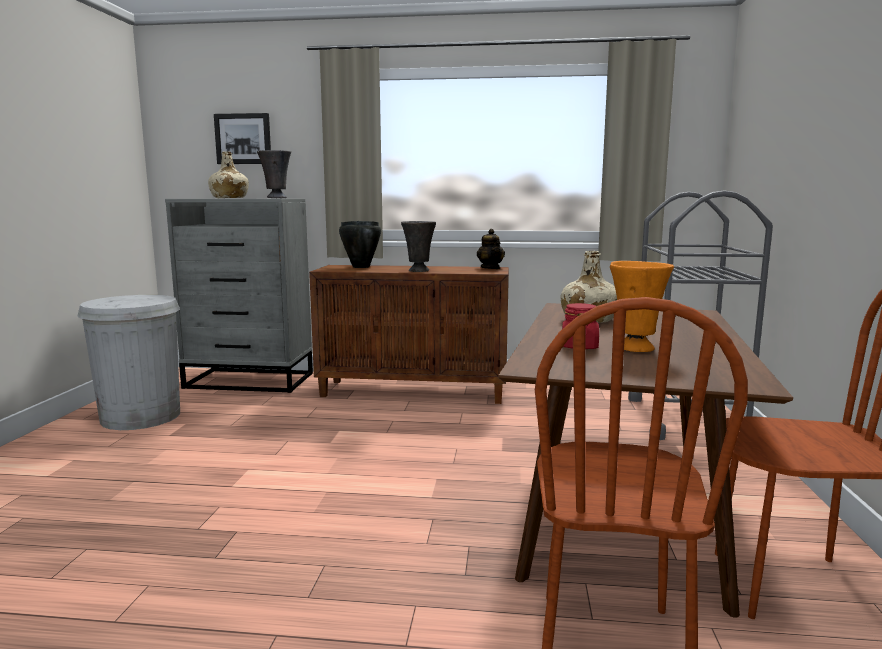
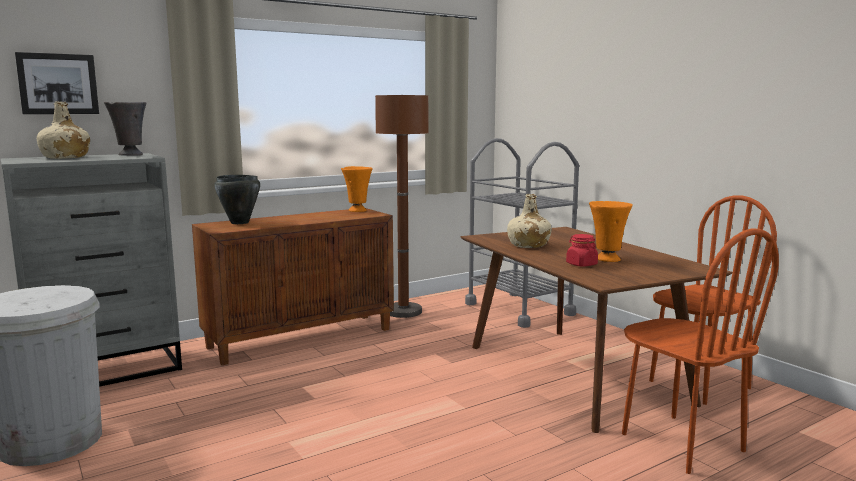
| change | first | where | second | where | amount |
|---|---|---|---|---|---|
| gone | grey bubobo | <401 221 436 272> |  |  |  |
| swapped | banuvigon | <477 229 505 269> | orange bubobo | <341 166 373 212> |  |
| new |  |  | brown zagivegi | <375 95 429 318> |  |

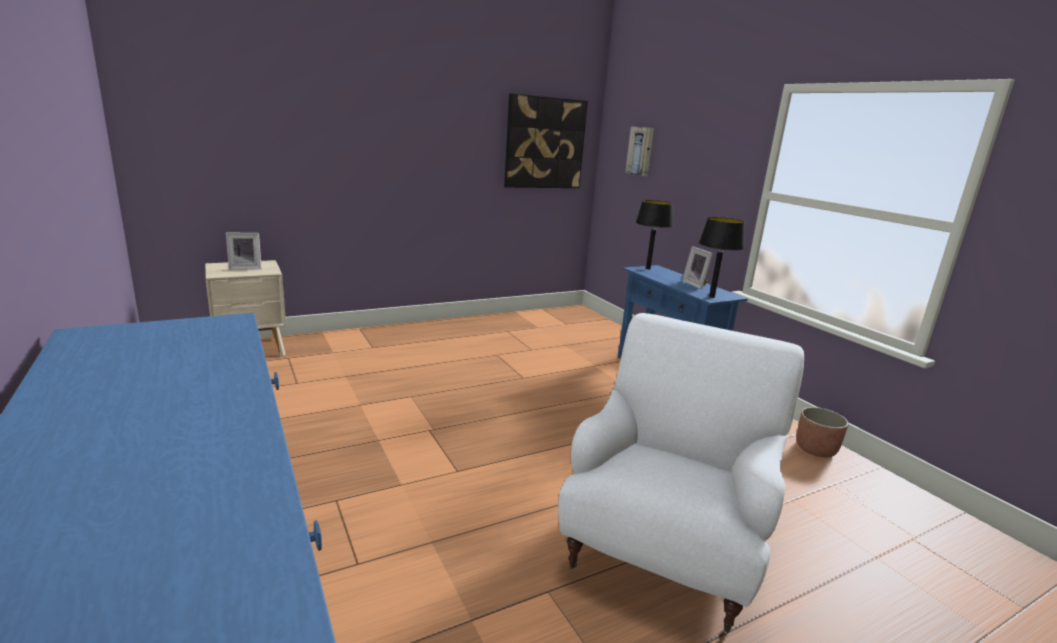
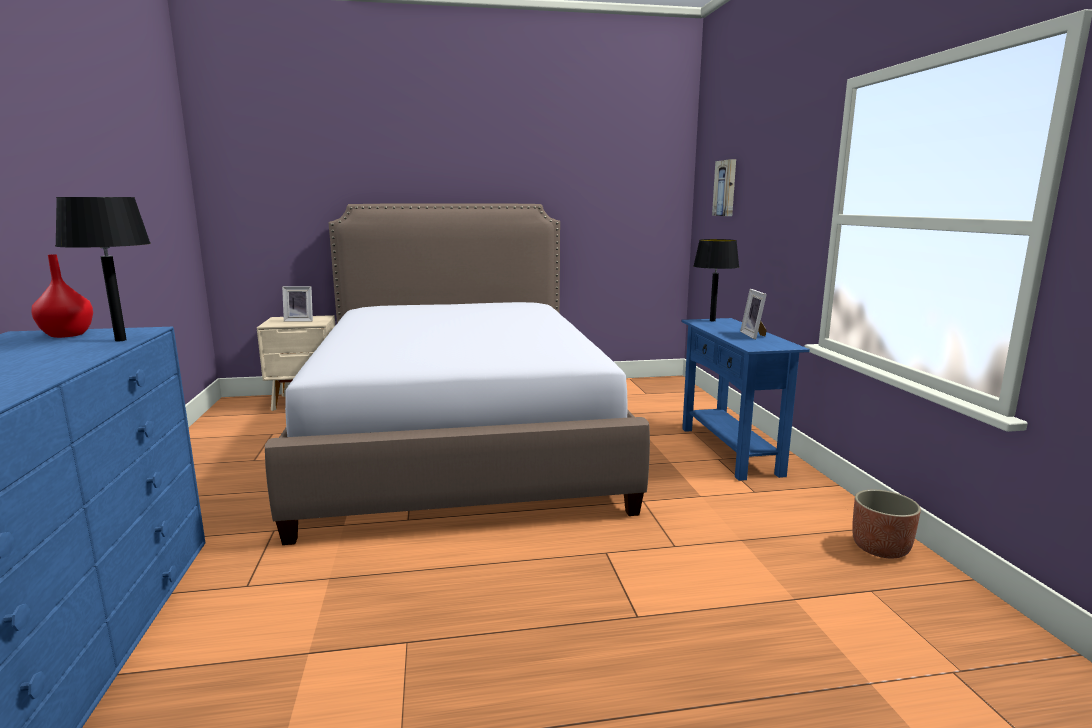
| change | first | where | second | where | amount |
|---|---|---|---|---|---|
| gone | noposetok | <504 94 588 188> |  |  |  |
| gone | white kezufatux | <558 313 804 633> |  |  |  |
| shifted | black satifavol | <699 217 745 298> |  | <55 197 151 341> |  |
| new |  |  | red bubobo | <31 254 93 338> |  |
| new |  |  | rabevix | <265 204 650 545> |  |

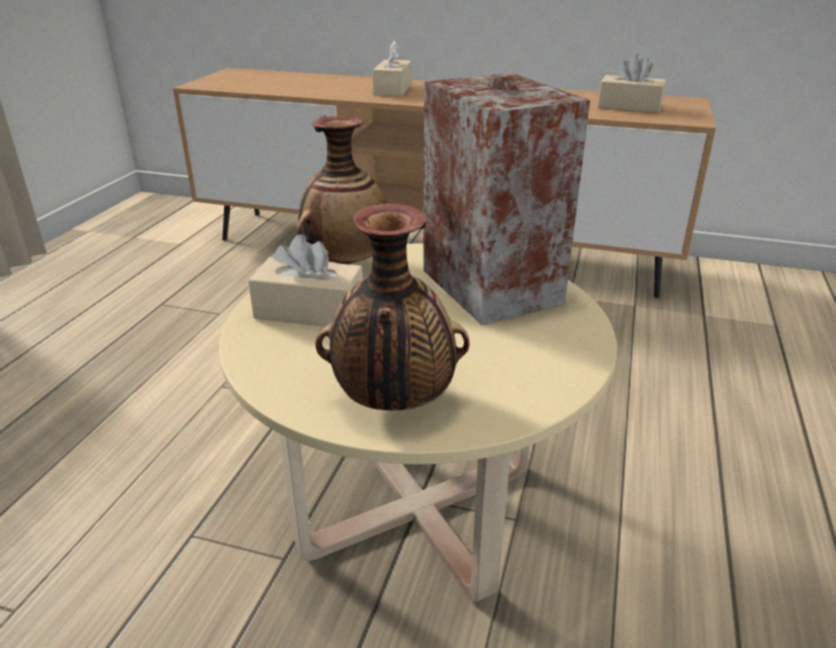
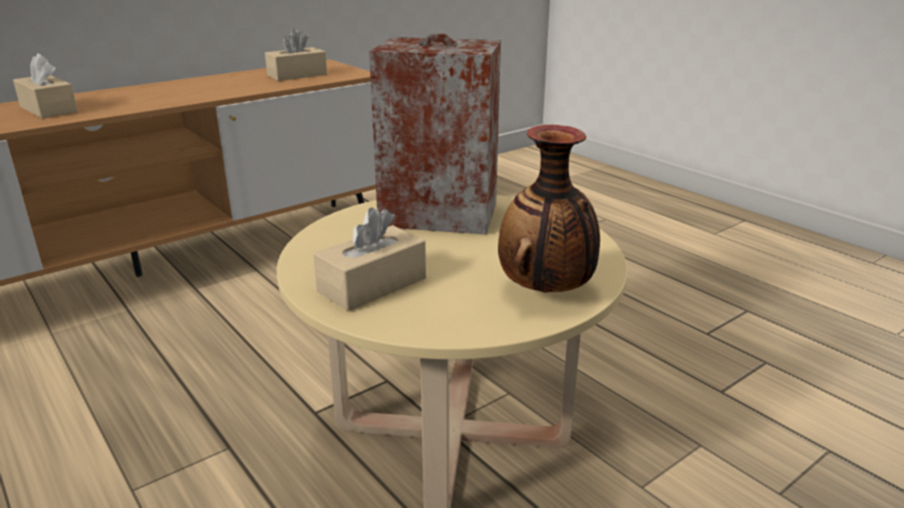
| change | first | where | second | where | amount |
|---|---|---|---|---|---|
| gone | bubobo | <296 116 387 265> |  |  |  |

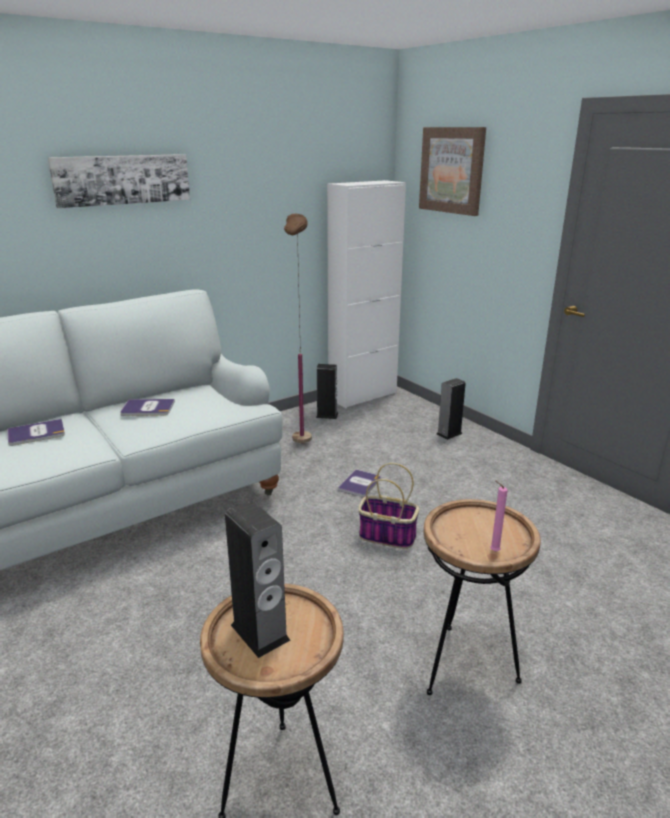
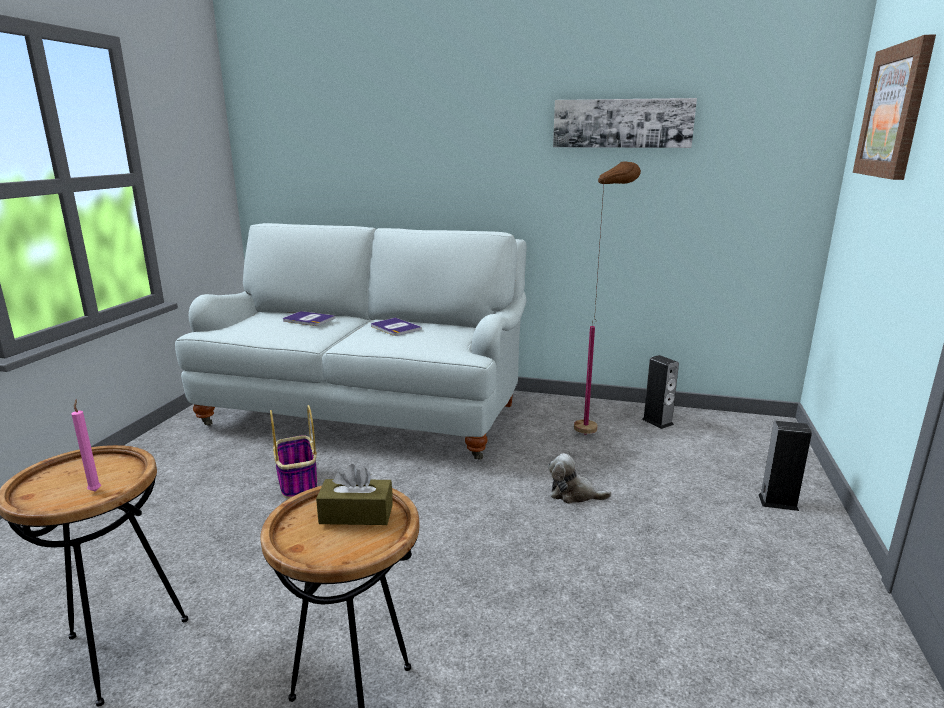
| change | first | where | second | where | amount |
|---|---|---|---|---|---|
| shifted | noposetok | <48 154 190 208> |  | <553 98 697 148> |  |
| gone | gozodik | <225 501 290 658> |  |  |  |
| gone | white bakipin | <327 180 406 408> |  |  |  |
| swapped | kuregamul | <338 470 381 497> | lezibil | <548 453 612 504> |  |
| shifted | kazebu | <358 463 419 549> |  | <270 405 317 499> |  |
| shifted | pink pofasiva | <490 480 508 551> |  | <71 400 101 491> |  |
| new |  |  | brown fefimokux | <316 464 393 525> |  |

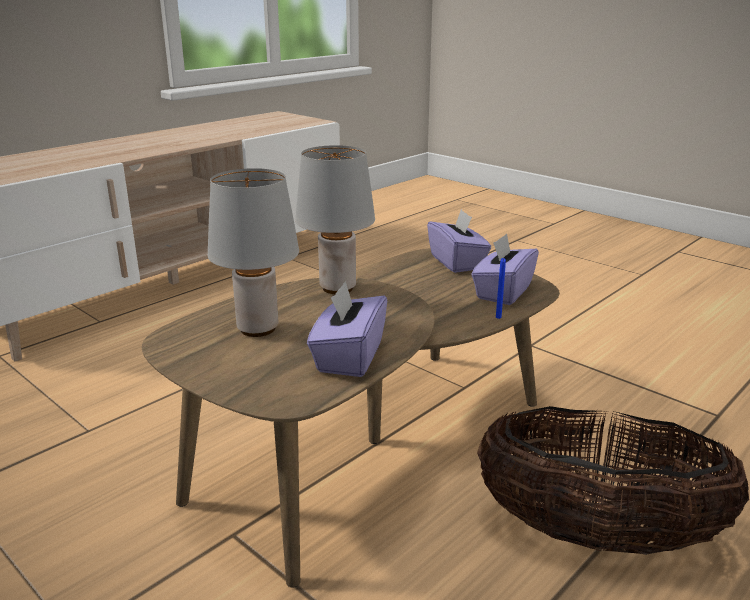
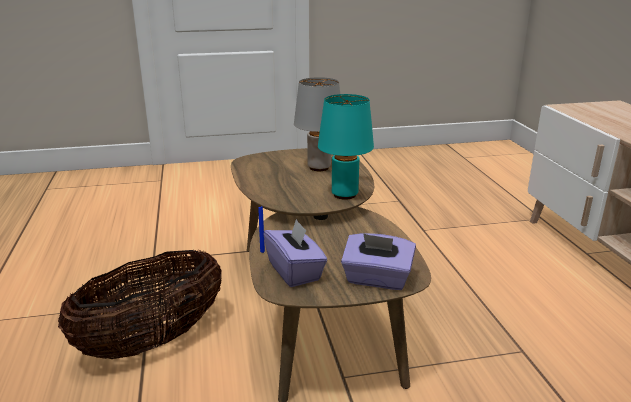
| change | first | where | second | where | amount |
|---|---|---|---|---|---|
| repainted | grey satifavol | <295 145 375 294> | turquoise satifavol | <318 94 374 200> |  |
| gone | purple fefimokux | <307 281 387 377> |  |  |  |

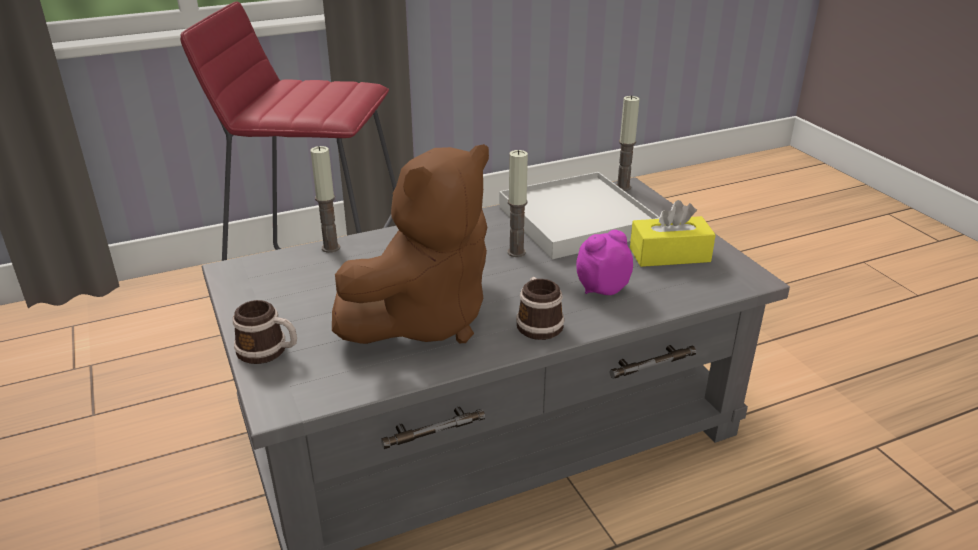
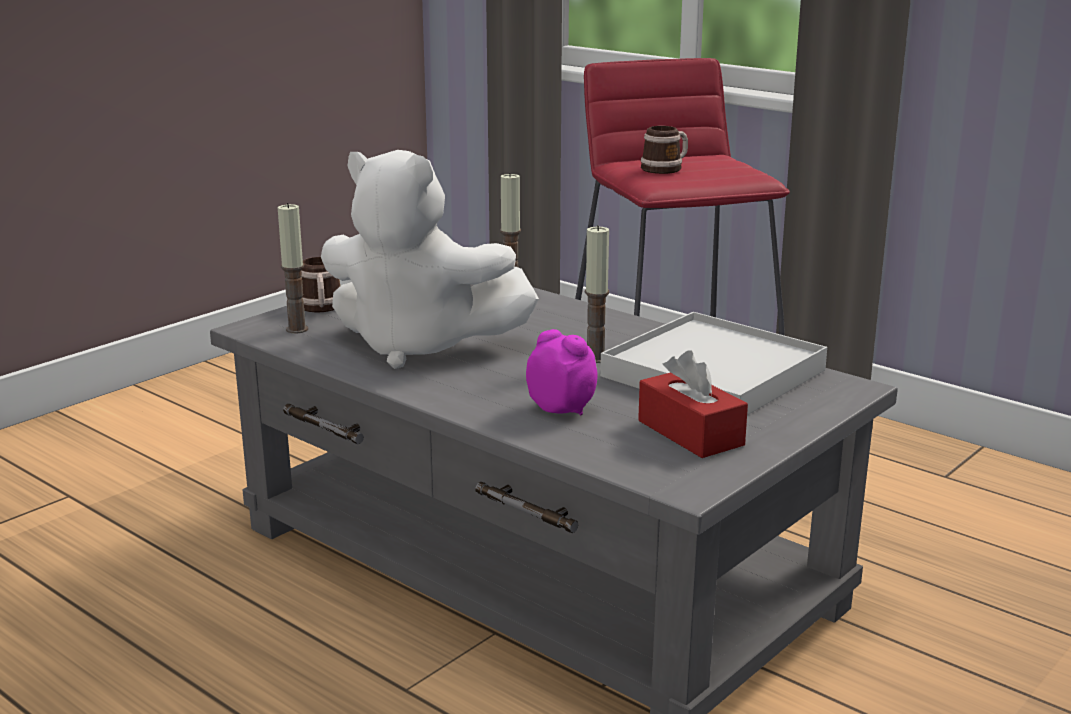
| change | first | where | second | where | amount |
|---|---|---|---|---|---|
| repainted | brown lezibil | <332 144 489 344> | white lezibil | <321 150 539 369> |  |
| shifted | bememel | <516 277 564 340> |  | <641 126 688 174> |  |
| shifted | pofasiva | <616 95 640 191> |  | <278 203 308 334> |  |
| repainted | yellow fefimokux | <630 200 716 267> | red fefimokux | <638 350 748 458> |  |

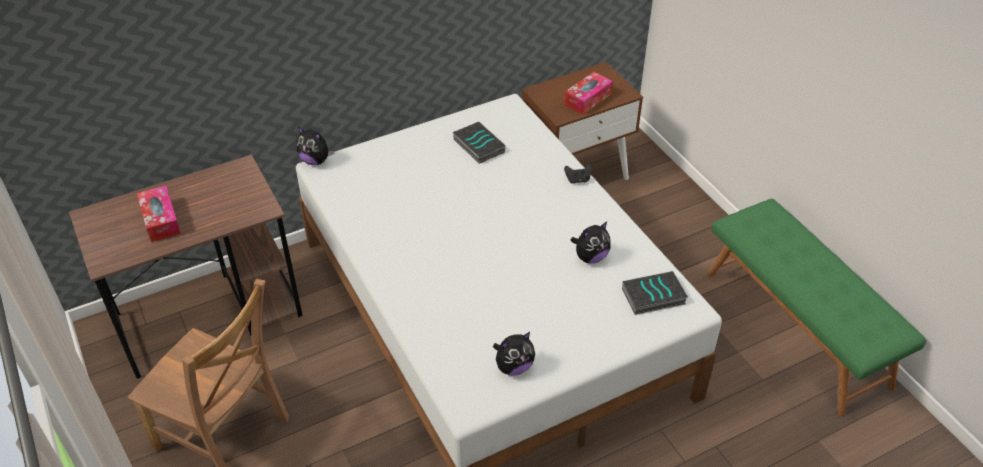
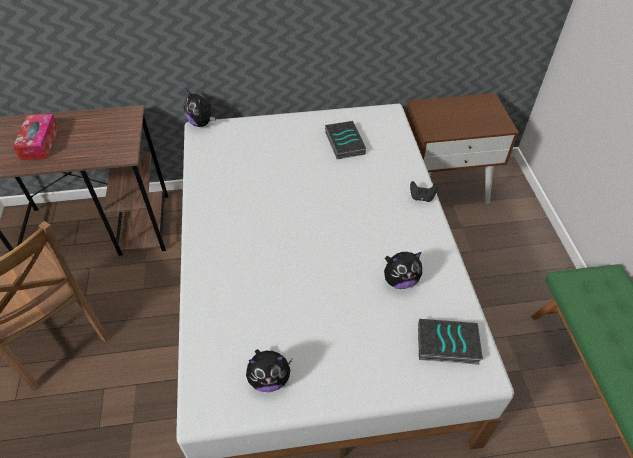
| change | first | where | second | where | amount |
|---|---|---|---|---|---|
| gone | fefimokux | <564 72 613 115> |  |  |  |

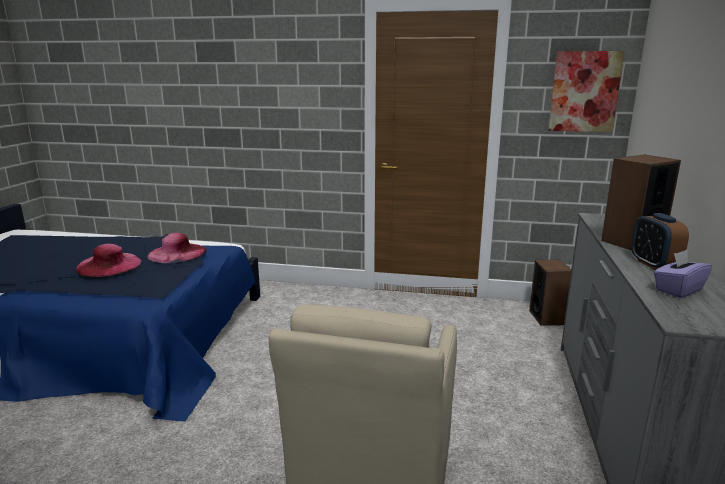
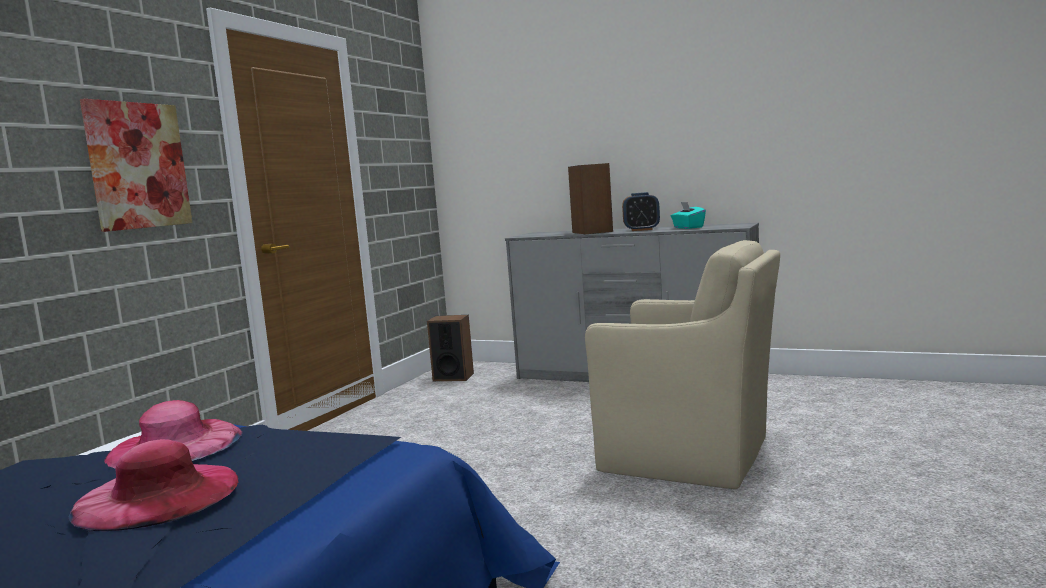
| change | first | where | second | where | amount |
|---|---|---|---|---|---|
| shifted | noposetok | <548 51 625 132> |  | <80 99 192 232> |  |
| repainted | purple fefimokux | <654 250 712 298> | turquoise fefimokux | <671 202 706 229> |  |

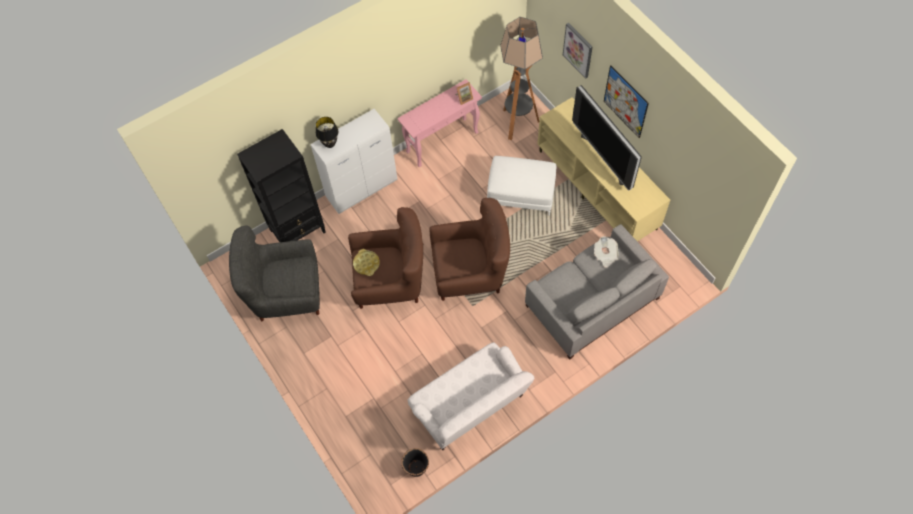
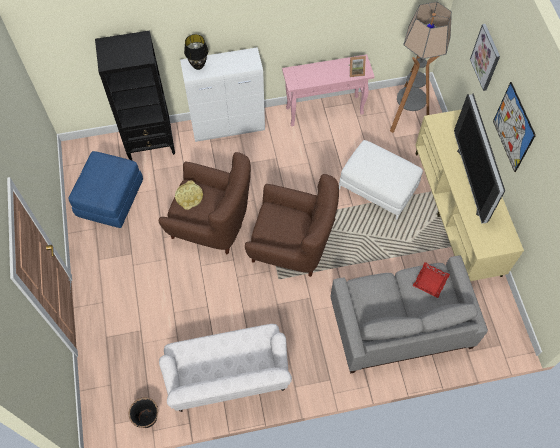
| change | first | where | second | where | amount |
|---|---|---|---|---|---|
| swapped | grey kezufatux | <229 225 320 321> | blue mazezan | <68 151 143 228> |  |
| swapped | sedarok | <594 236 619 268> | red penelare | <413 262 450 298> |  |

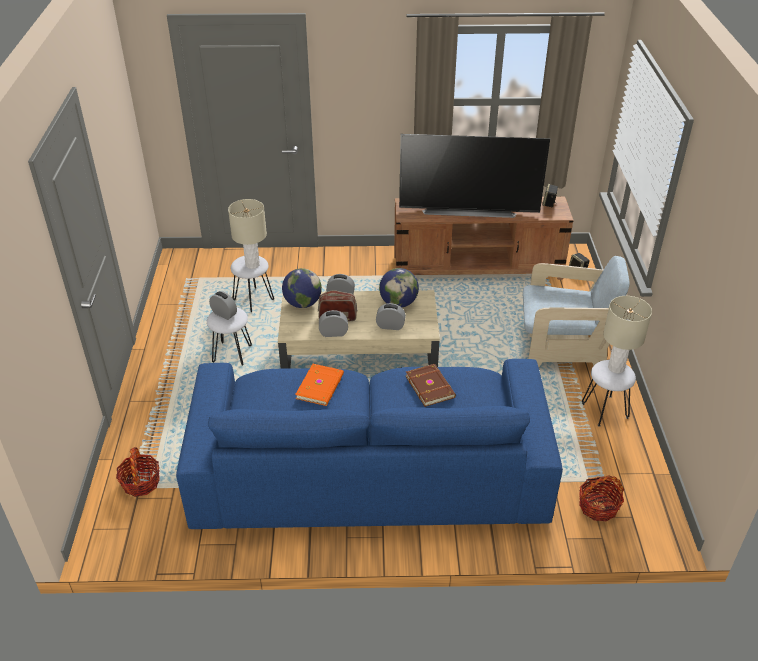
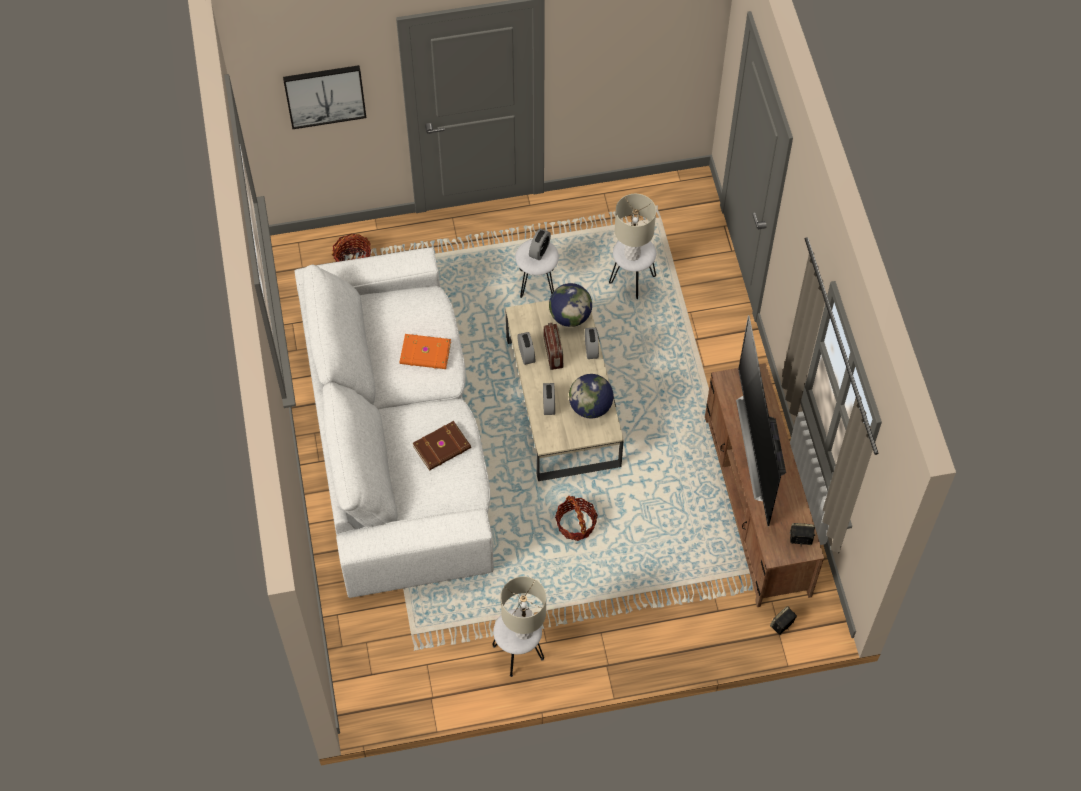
| change | first | where | second | where | amount |
|---|---|---|---|---|---|
| repainted | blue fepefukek | <176 359 563 529> | white fepefukek | <295 247 494 598> |  |
| gone | beige kezufatux | <523 256 630 367> |  |  |  |
| shifted | kazebu | <579 475 624 521> |  | <555 496 598 541> |  |
| new |  |  | noposetok | <283 65 366 129> |  |

